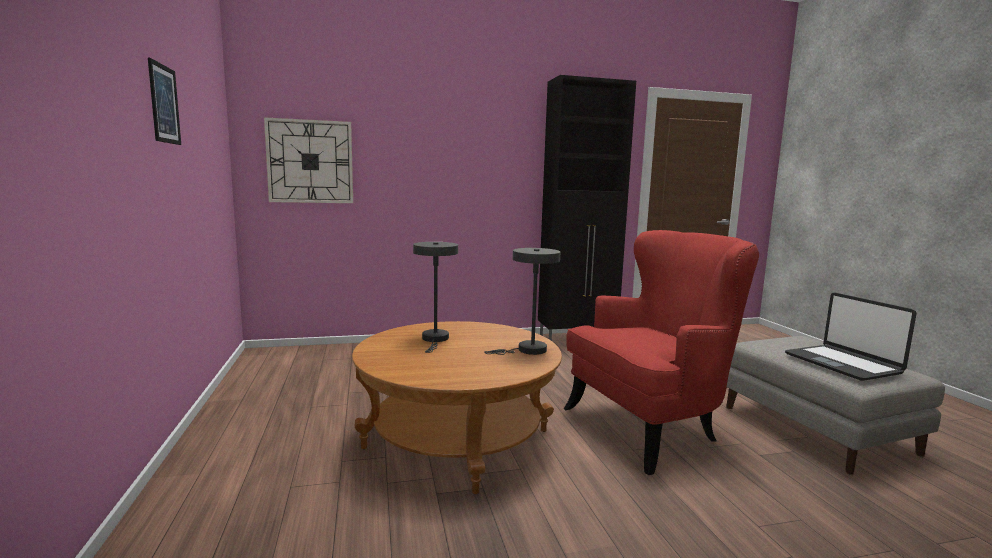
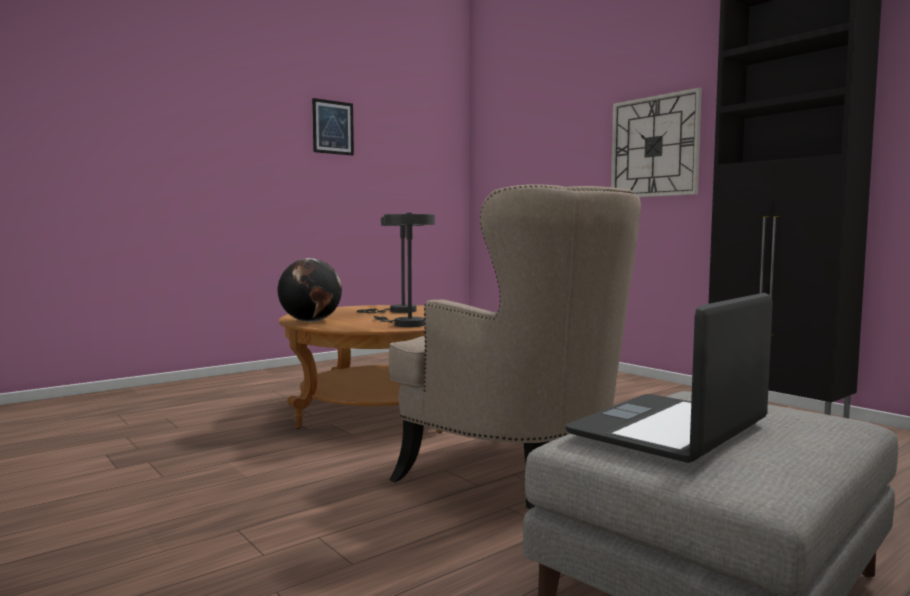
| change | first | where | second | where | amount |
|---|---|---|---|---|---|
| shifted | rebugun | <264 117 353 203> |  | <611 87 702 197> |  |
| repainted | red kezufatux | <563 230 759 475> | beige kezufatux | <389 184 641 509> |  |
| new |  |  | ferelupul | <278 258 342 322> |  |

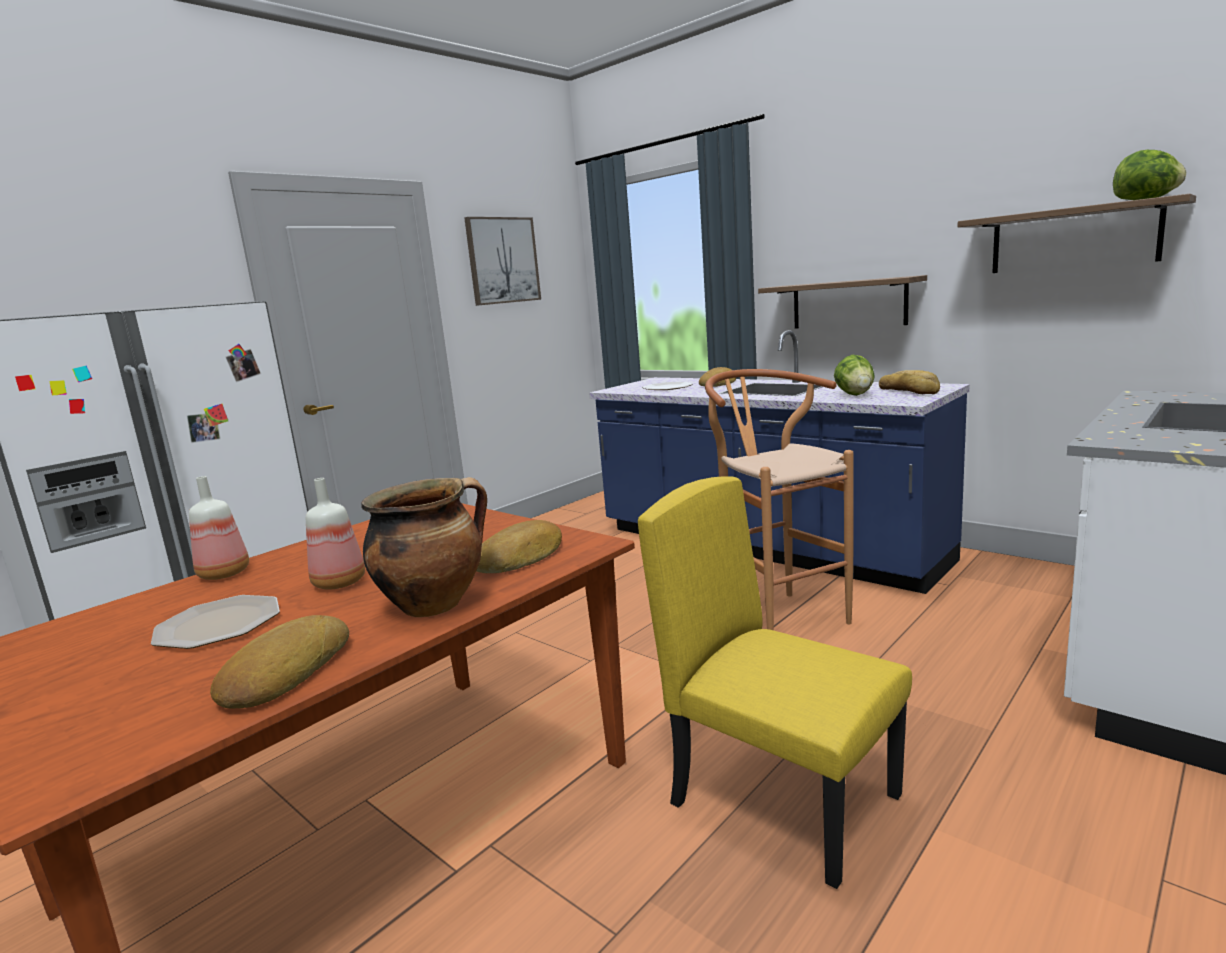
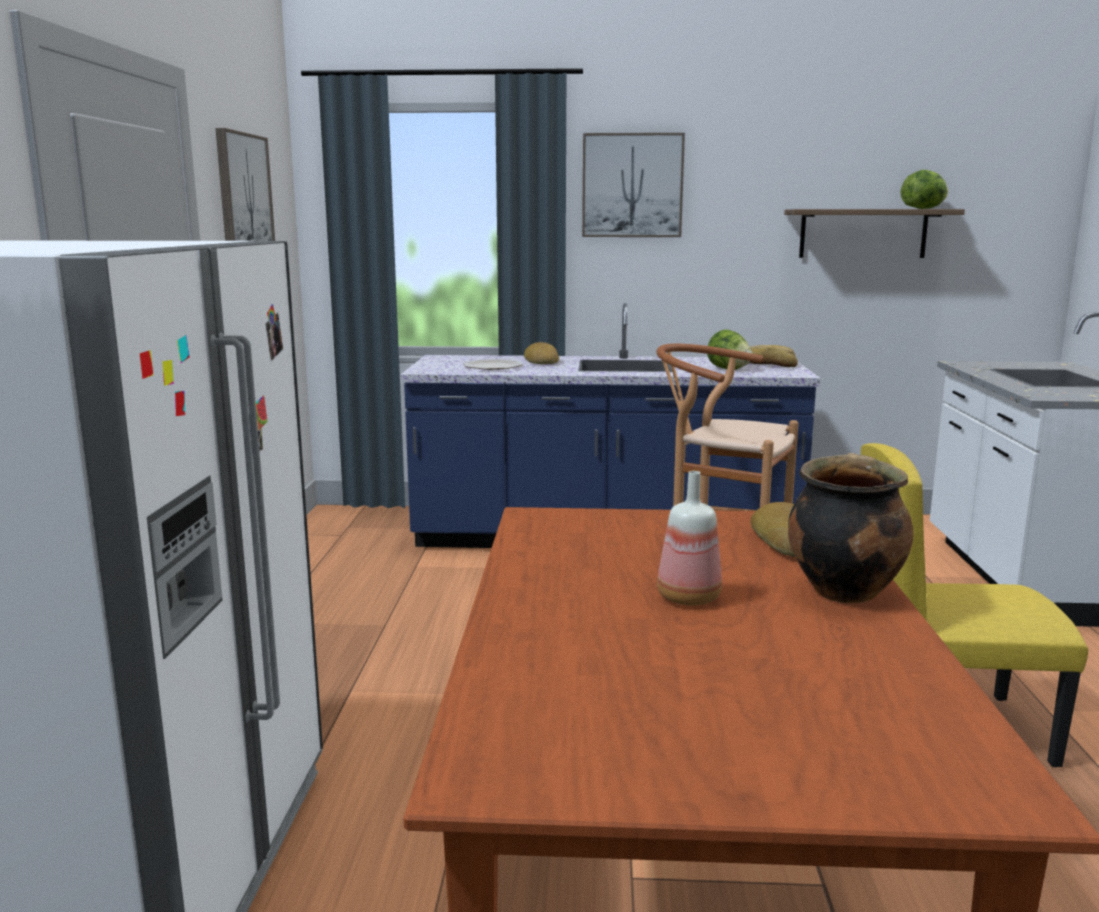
| change | first | where | second | where | amount |
|---|---|---|---|---|---|
| gone | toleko | <151 595 280 649> |  |  |  |
| gone | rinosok | <189 476 249 580> |  |  |  |
| gone | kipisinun | <210 615 349 709> |  |  |  |
| gone | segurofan | <758 275 927 329> |  |  |  |
| new |  |  | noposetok | <582 133 685 237> |  |

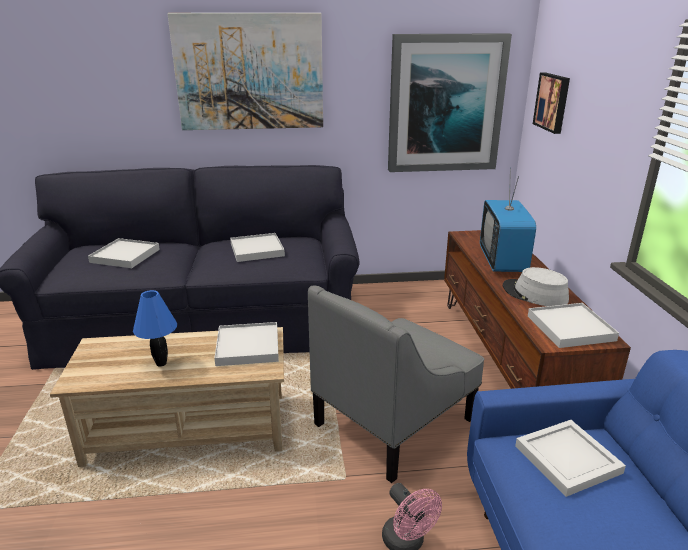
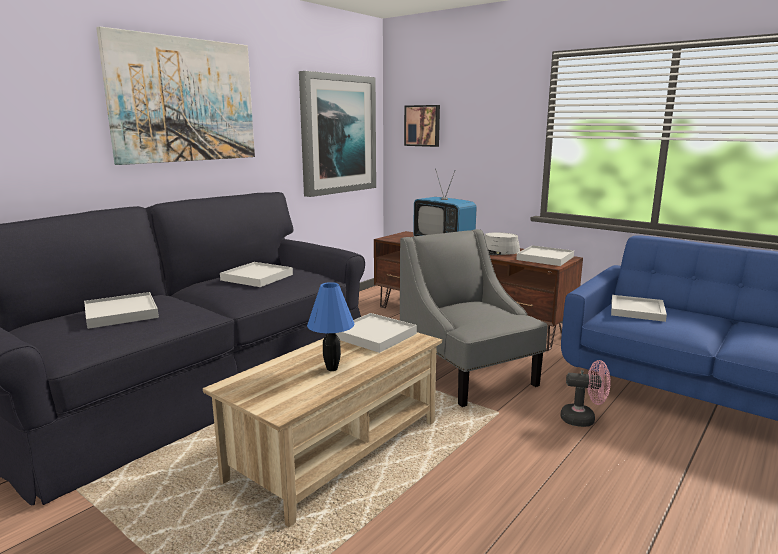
| change | first | where | second | where | amount |
|---|---|---|---|---|---|
| rotated | grey kezufatux | <308 285 484 483> |  | <400 229 547 407> | 150 degrees clockwise |

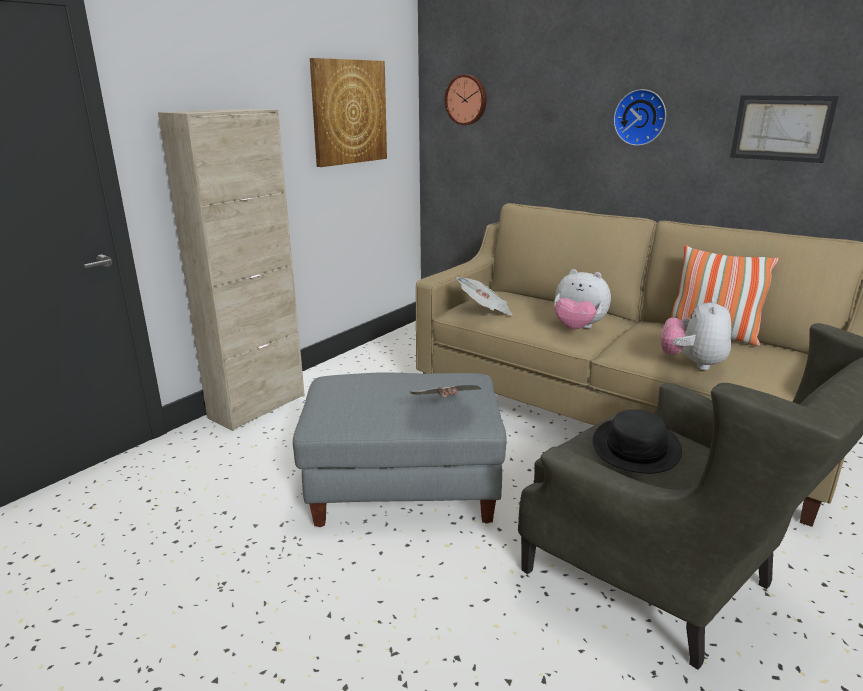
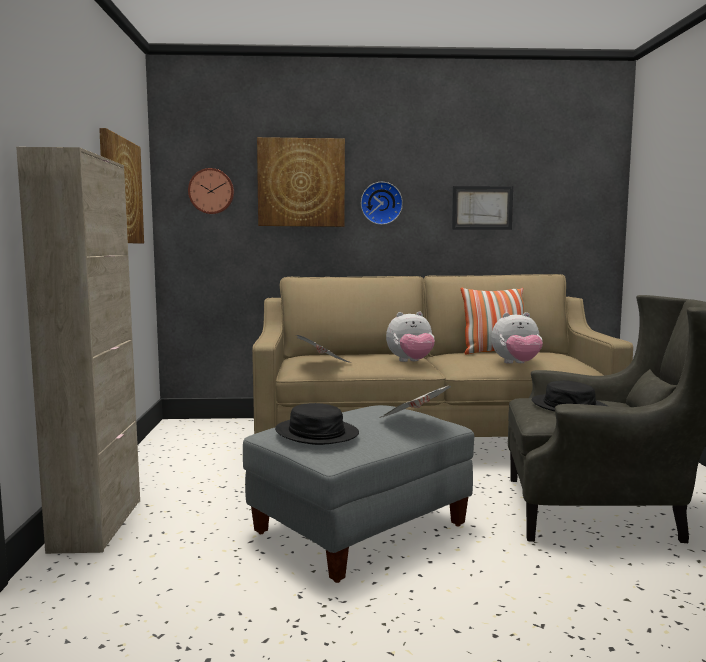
| change | first | where | second | where | amount |
|---|---|---|---|---|---|
| rotated | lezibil | <660 298 731 370> |  | <491 312 543 364> | 75 degrees counterclockwise |
| new |  |  | noposetok | <257 137 345 227> |  |
| new |  |  | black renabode | <275 403 359 445> |  |

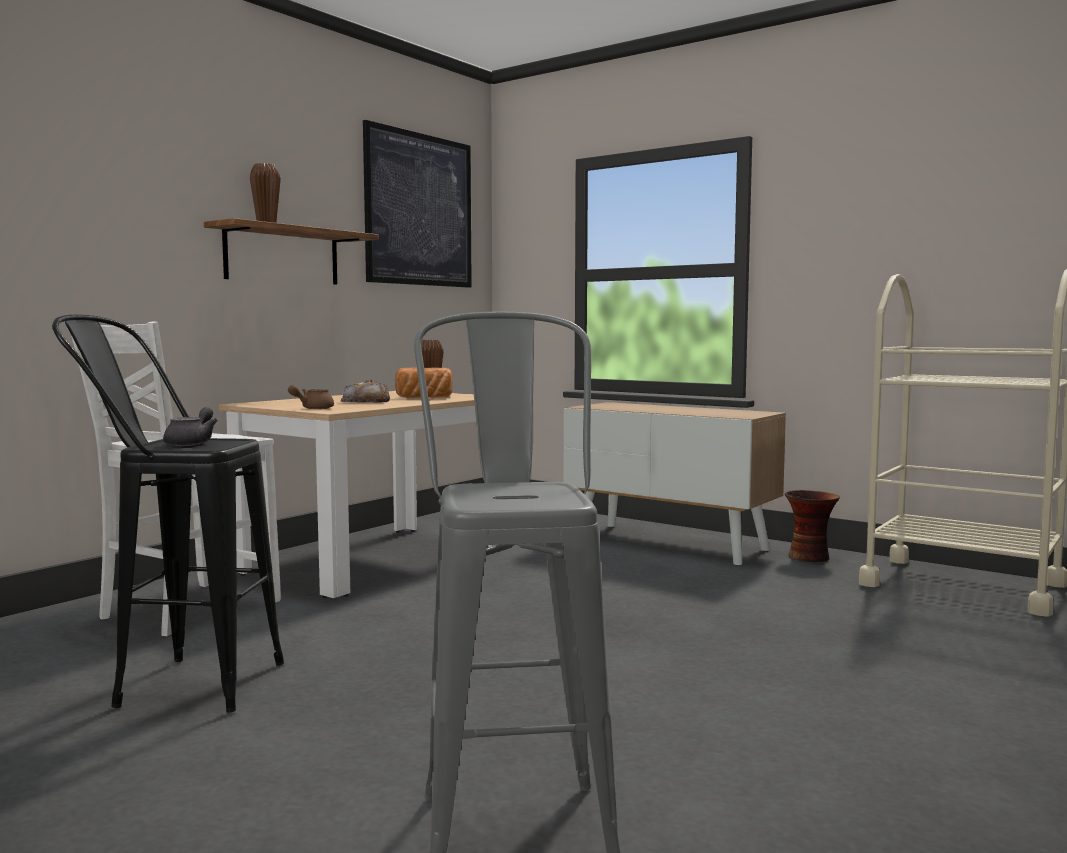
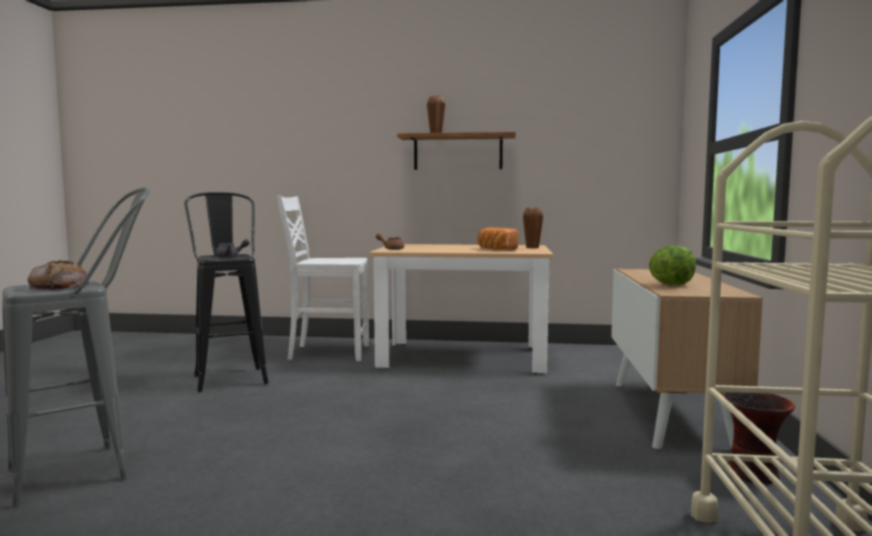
| change | first | where | second | where | amount |
|---|---|---|---|---|---|
| shifted | kipisinun | <341 379 390 403> |  | <28 260 88 290> |  |
| gone | noposetok | <363 120 472 288> |  |  |  |
| new |  |  | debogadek | <649 245 696 285> |  |

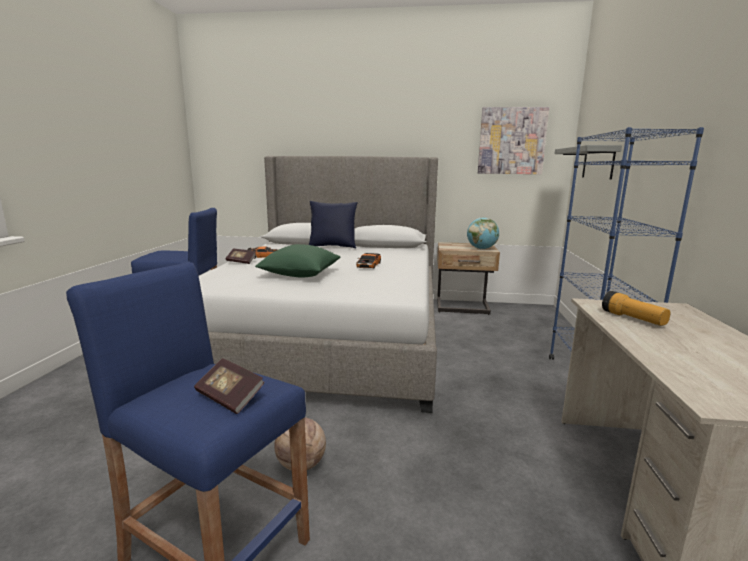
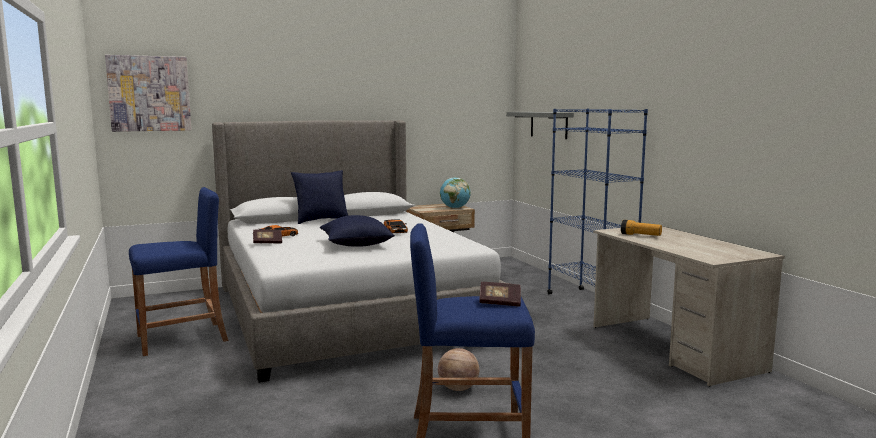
| change | first | where | second | where | amount |
|---|---|---|---|---|---|
| repainted | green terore | <255 244 341 277> | blue terore | <320 215 395 247> |  |
| shifted | noposetok | <478 107 549 174> |  | <105 55 192 132> |  |

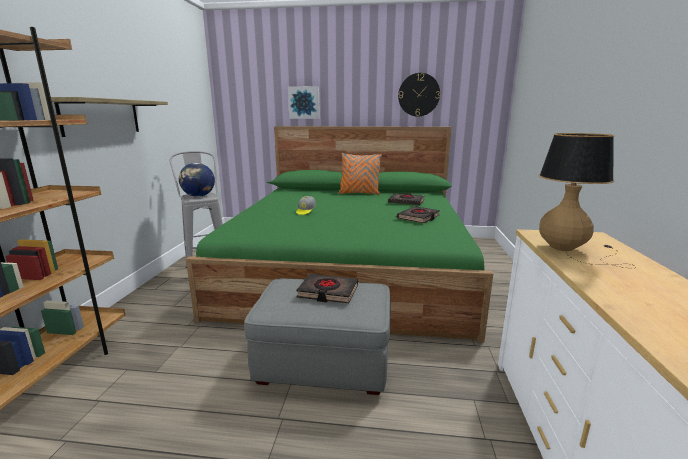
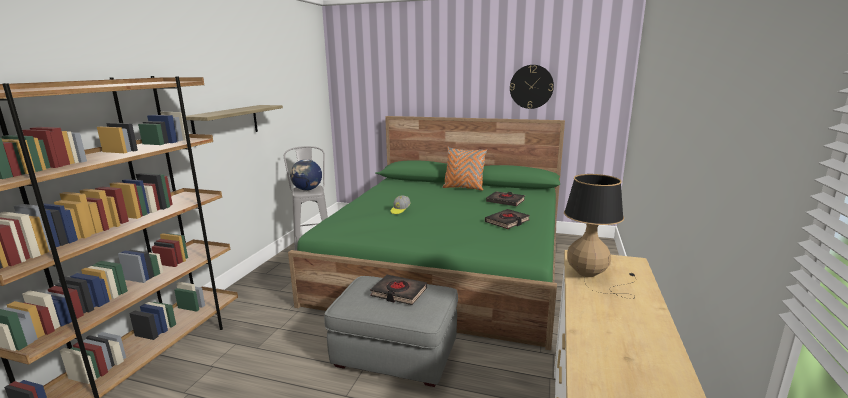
| change | first | where | second | where | amount |
|---|---|---|---|---|---|
| gone | noposetok | <288 86 320 119> |  |  |  |

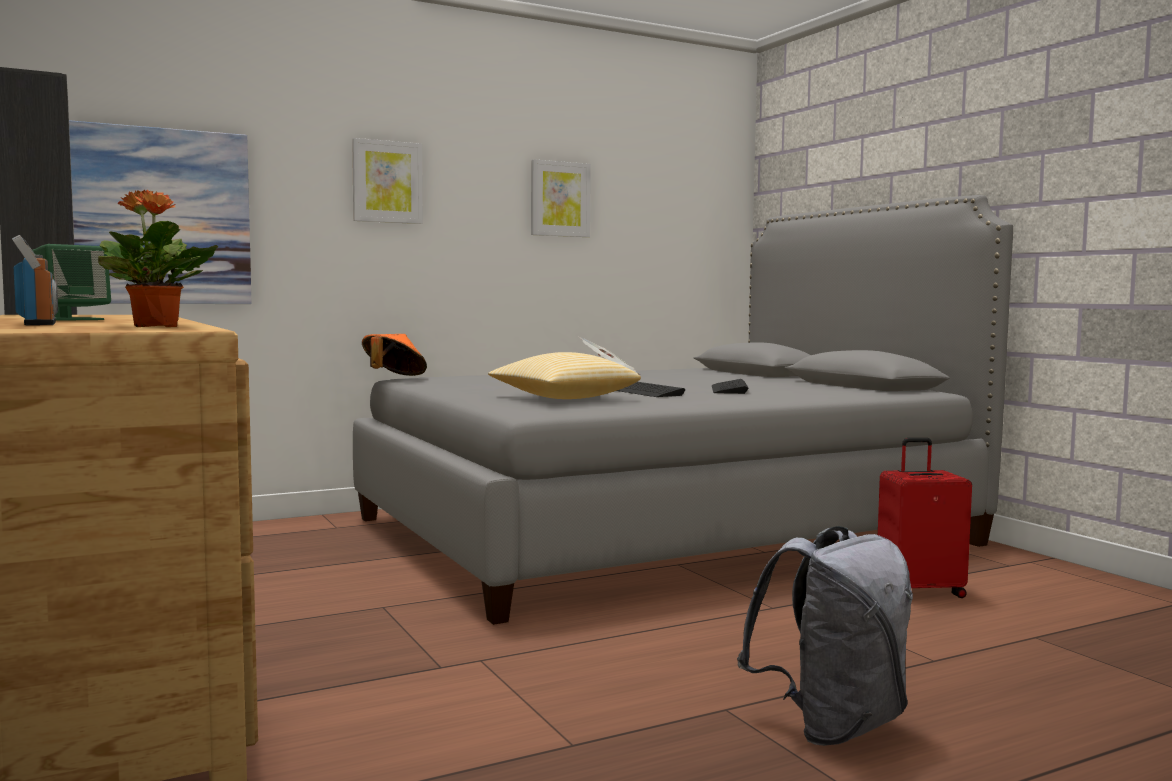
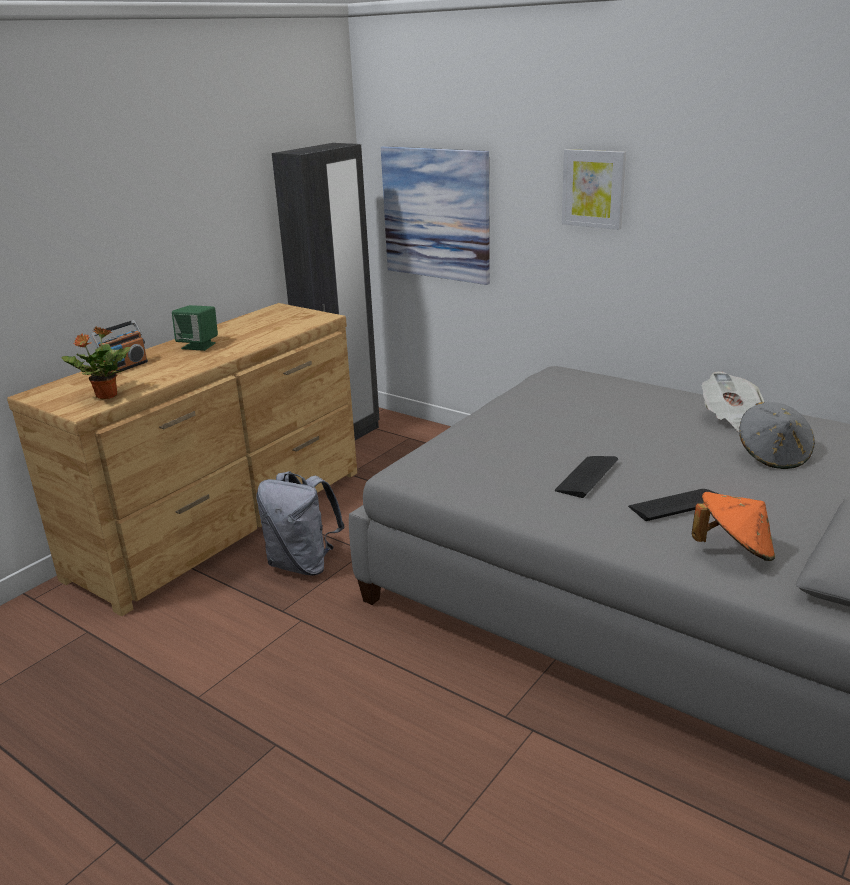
| change | first | where | second | where | amount |
|---|---|---|---|---|---|
| shifted | orange renabode | <362 334 427 376> |  | <691 492 775 561> |  |
| gone | terore | <488 352 641 399> |  |  |  |
| gone | noposetok | <531 159 591 237> |  |  |  |
| shifted | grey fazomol | <737 526 913 746> |  | <256 471 345 575> |  |
| gone | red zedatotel | <878 438 972 598> |  |  |  |
| new |  |  | grey renabode | <739 402 815 469> |  |

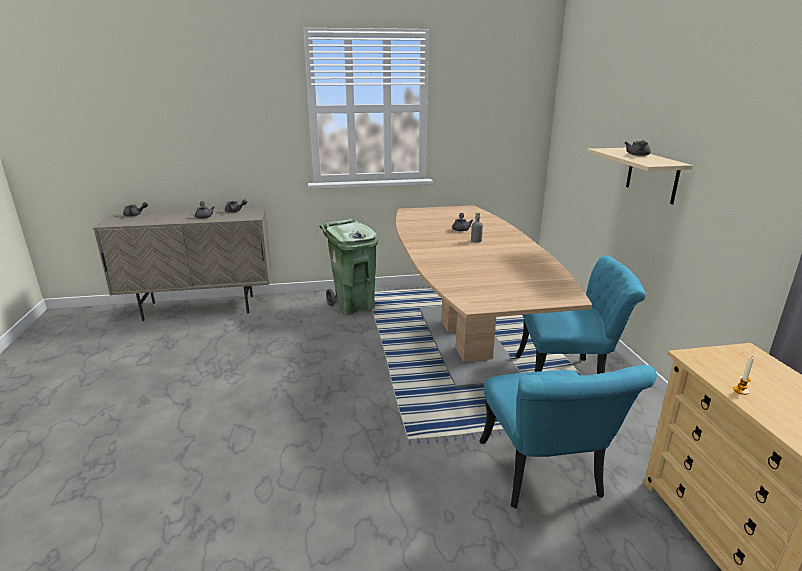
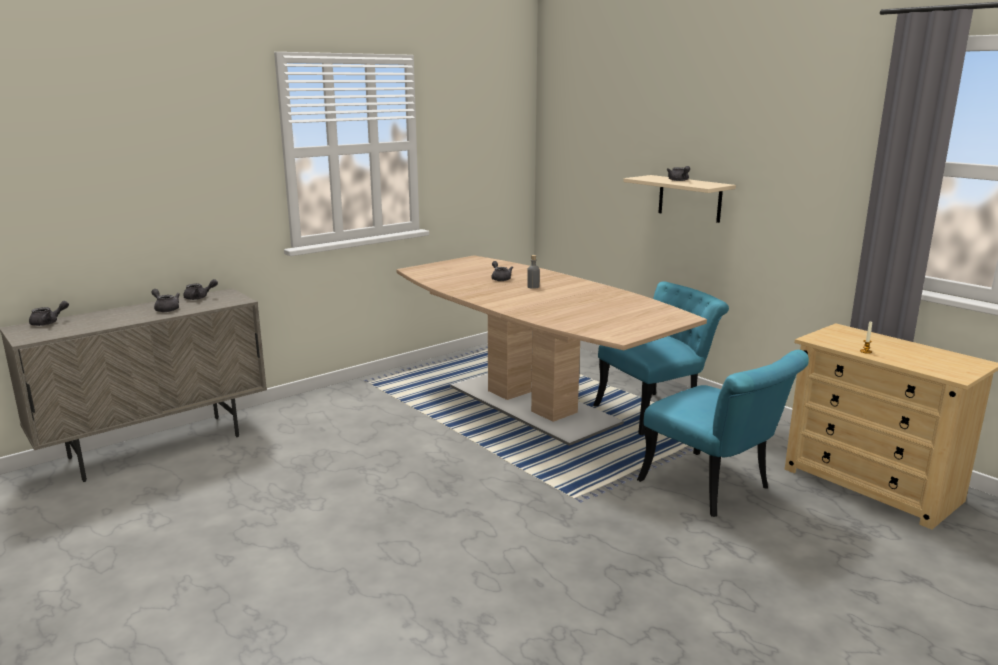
| change | first | where | second | where | amount |
|---|---|---|---|---|---|
| gone | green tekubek | <320 219 378 315> |  |  |  |

